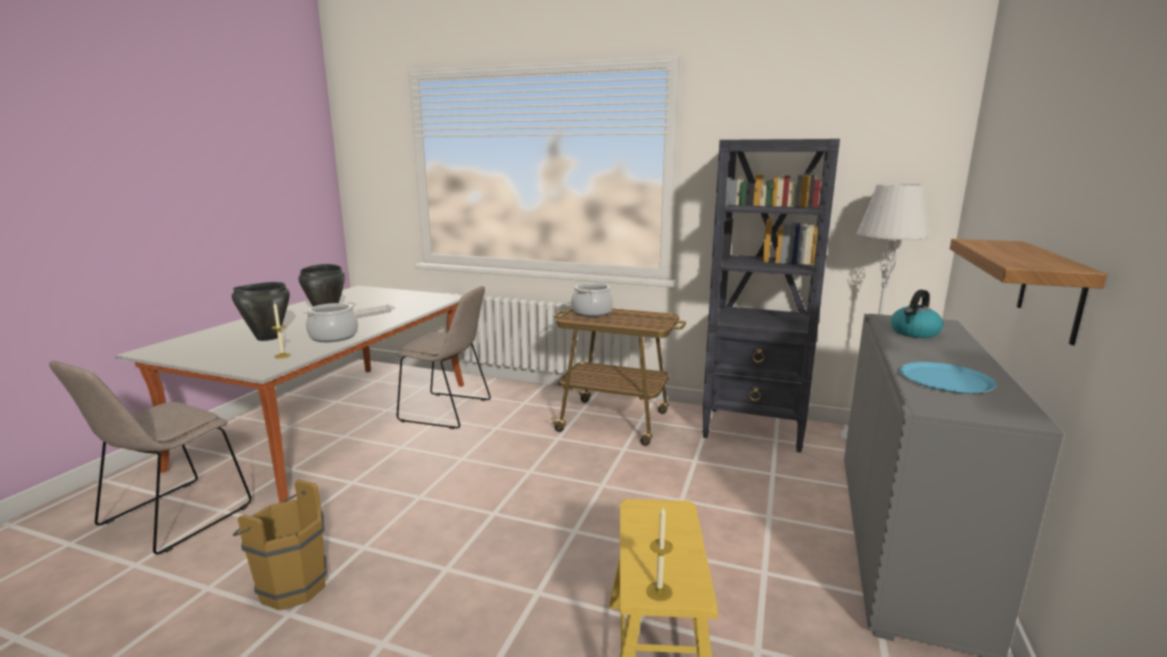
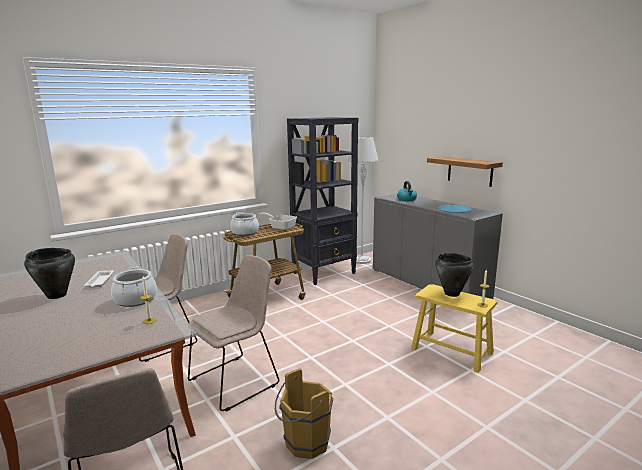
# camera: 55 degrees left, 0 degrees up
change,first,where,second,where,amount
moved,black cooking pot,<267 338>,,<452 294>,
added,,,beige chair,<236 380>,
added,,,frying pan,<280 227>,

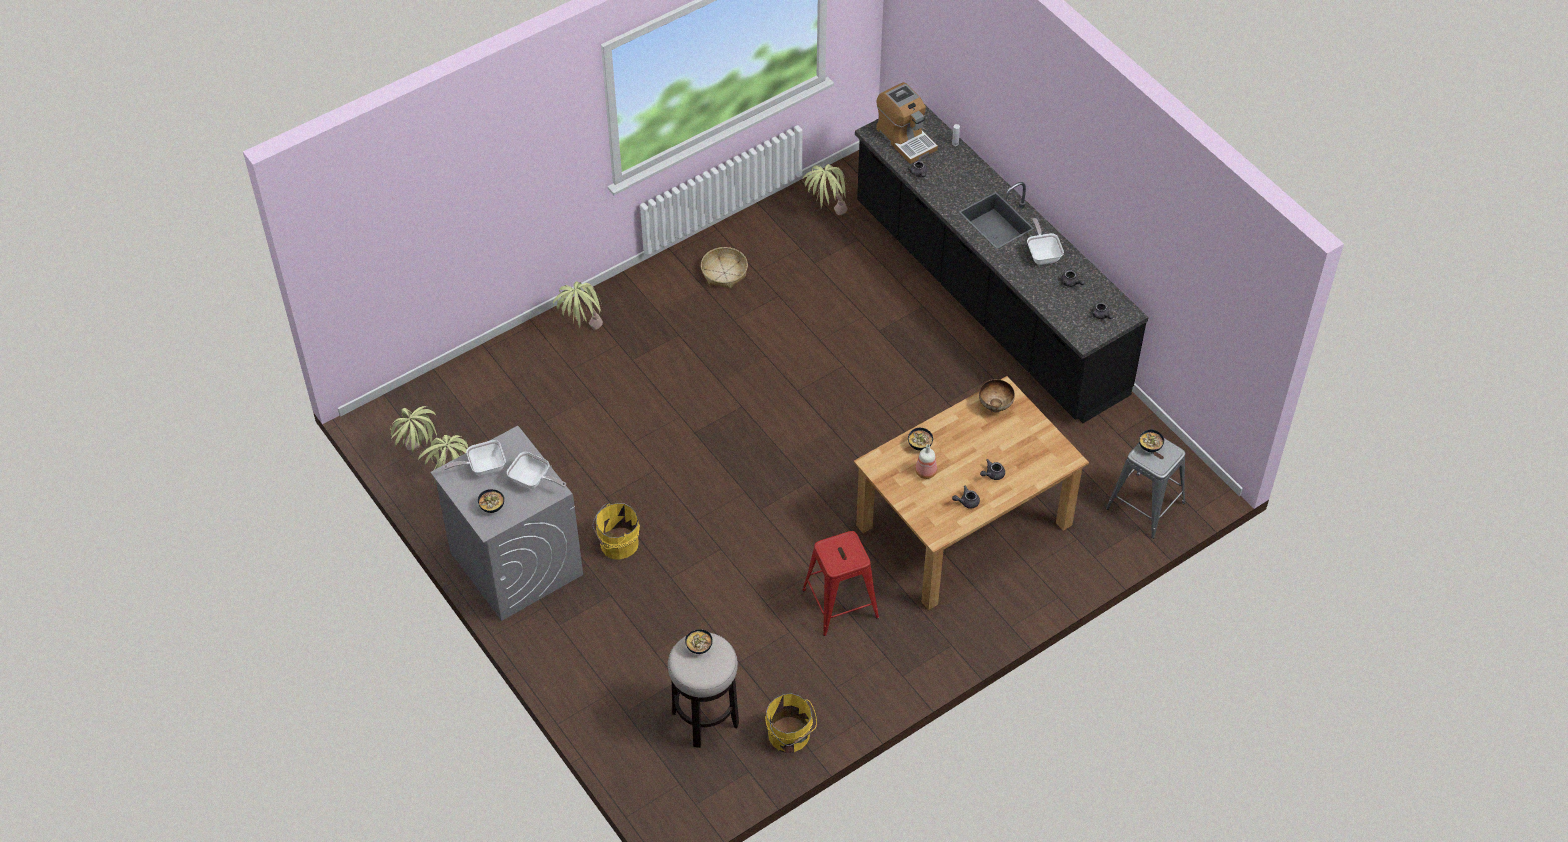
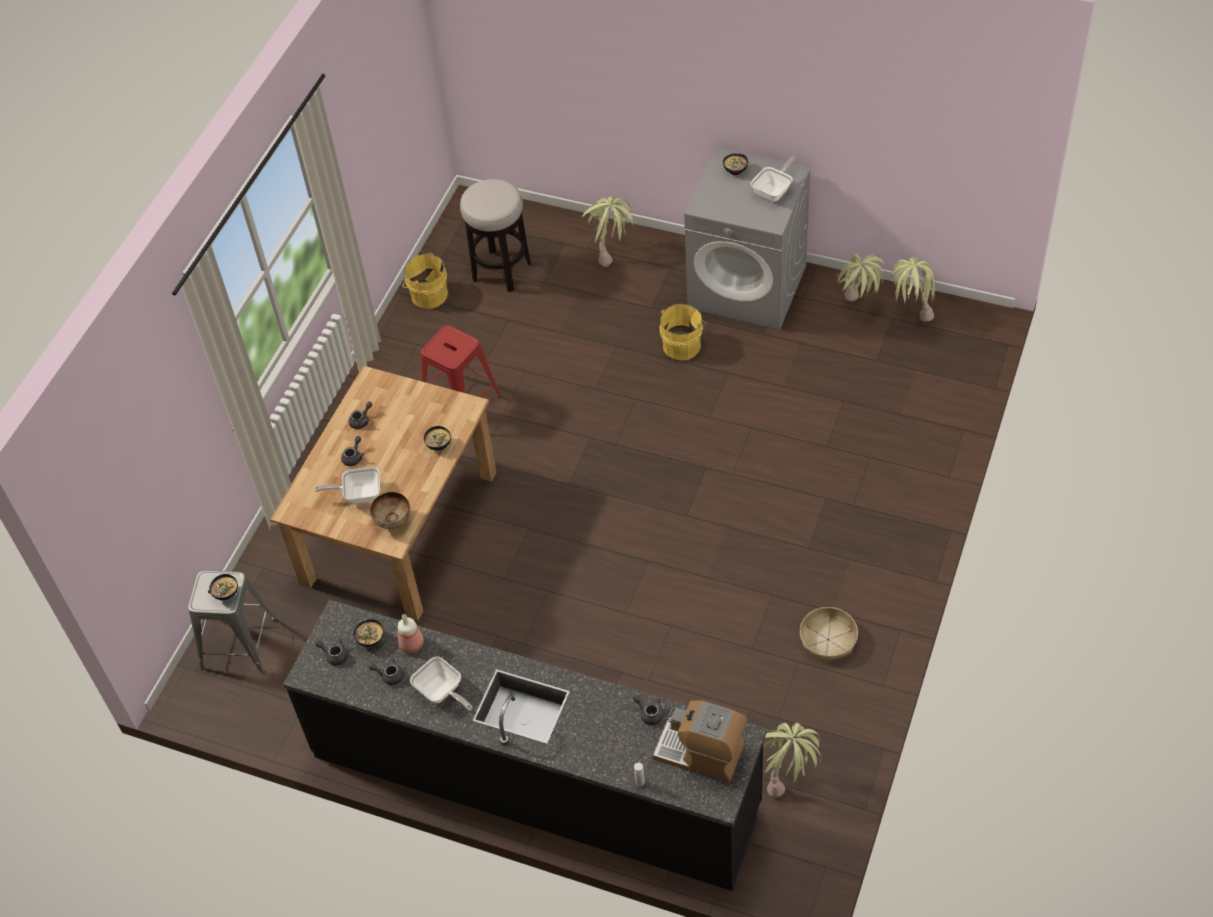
# camera: 150 degrees right, 0 degrees up
change,first,where,second,where,amount
moved,frying pan,<533 481>,,<359 494>,
moved,potted plant,<582 332>,,<612 252>,
moved,bowl,<699 648>,,<370 639>,
moved,bottle,<925 471>,,<412 644>,

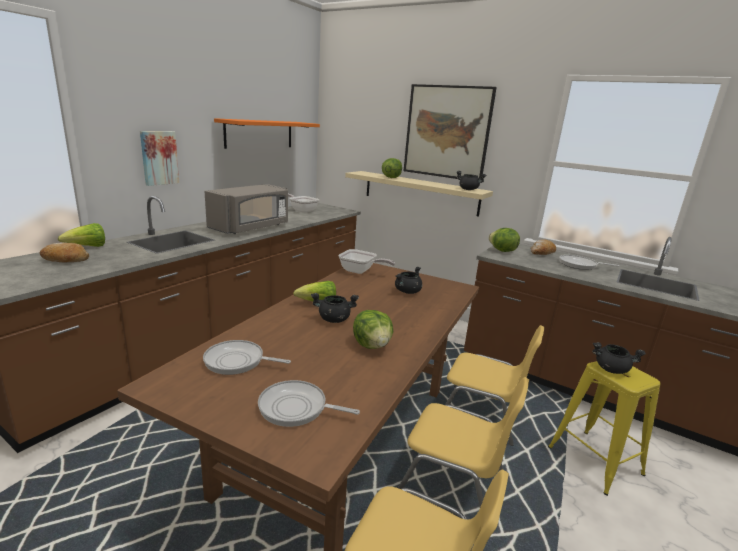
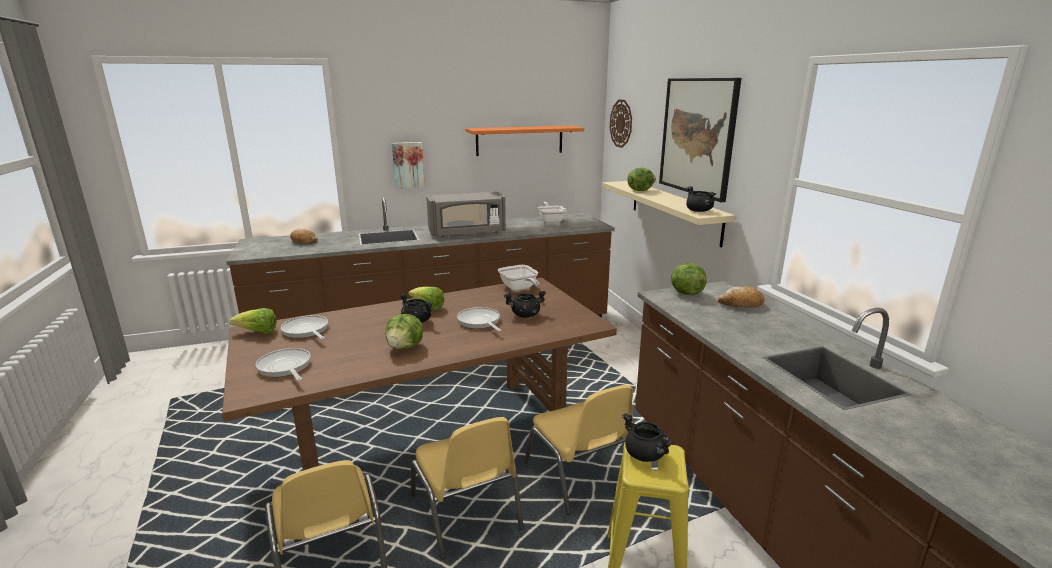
# camera: 40 degrees right, 0 degrees up
change,first,where,second,where,amount
moved,lettuce,<87 247>,,<258 333>,
moved,frying pan,<580 265>,,<480 322>,
added,,,wall clock,<621 123>,

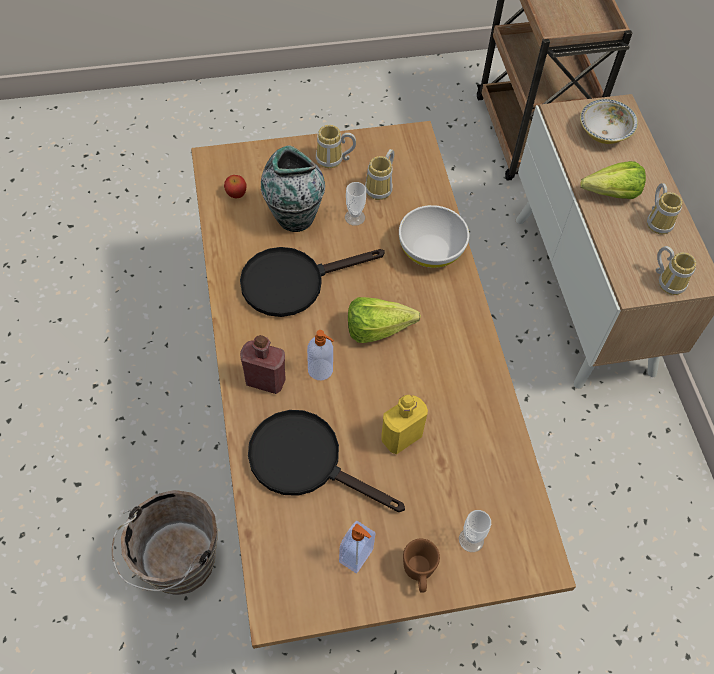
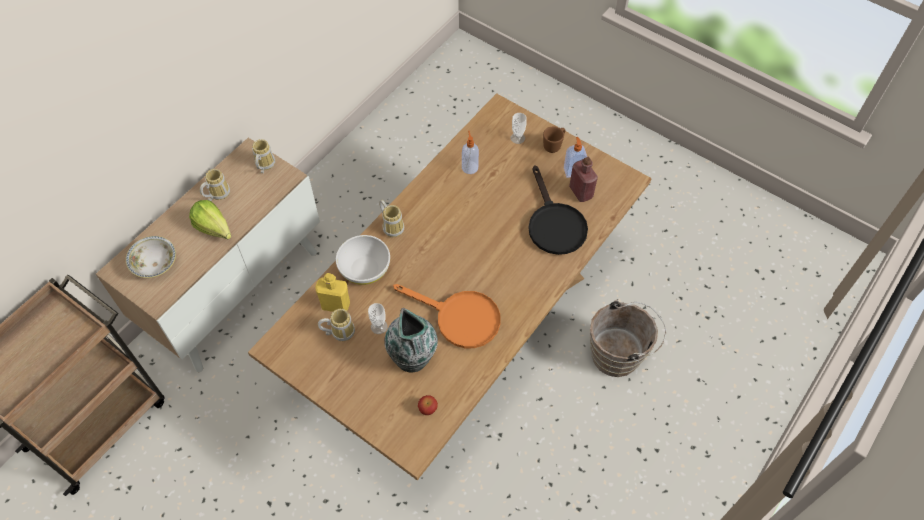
# camera: 130 degrees left, 0 degrees up
change,first,where,second,where,amount
recoloured,black frying pan,<293 281>,orange frying pan,<459 318>,
moved,red bottle,<265 381>,,<581 192>,
moved,soap dispenser,<321 370>,,<470 167>,
moved,mug,<333 160>,,<392 226>,
removed,lettuce,<383 331>,,,
moved,yellow bottle,<401 437>,,<335 305>,

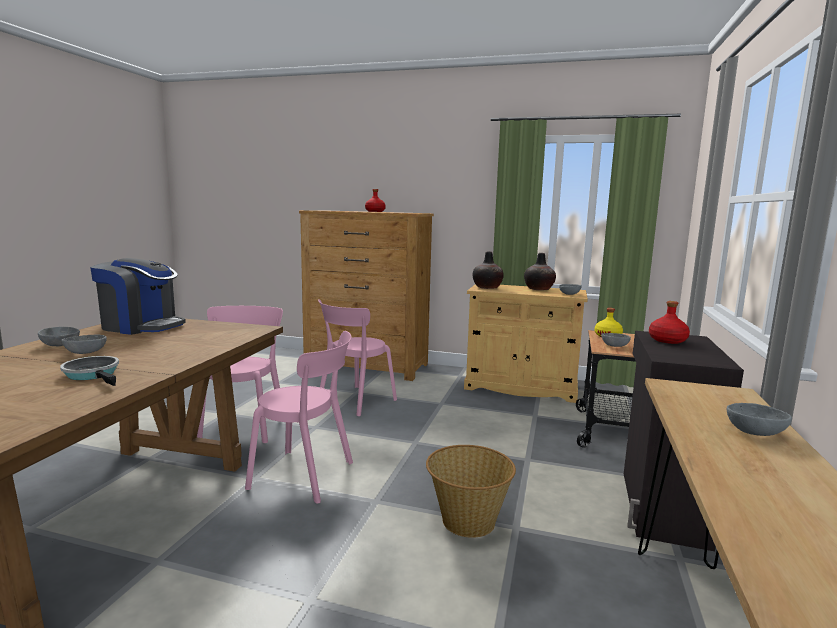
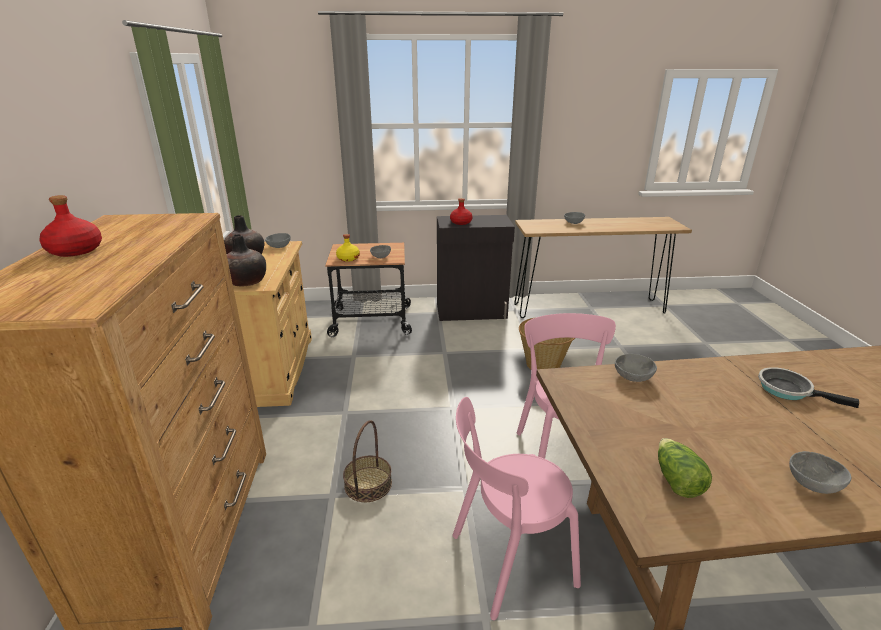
# camera: 110 degrees left, 15 degrees up
change,first,where,second,where,amount
turned,frying pan,<93 374>,,<788 390>,105 degrees clockwise
moved,grey bowl,<85 352>,,<633 377>,
replaced,coffee machine,<141 326>,lettuce,<676 480>,
replaced,pink chair,<354 401>,basket,<368 484>,

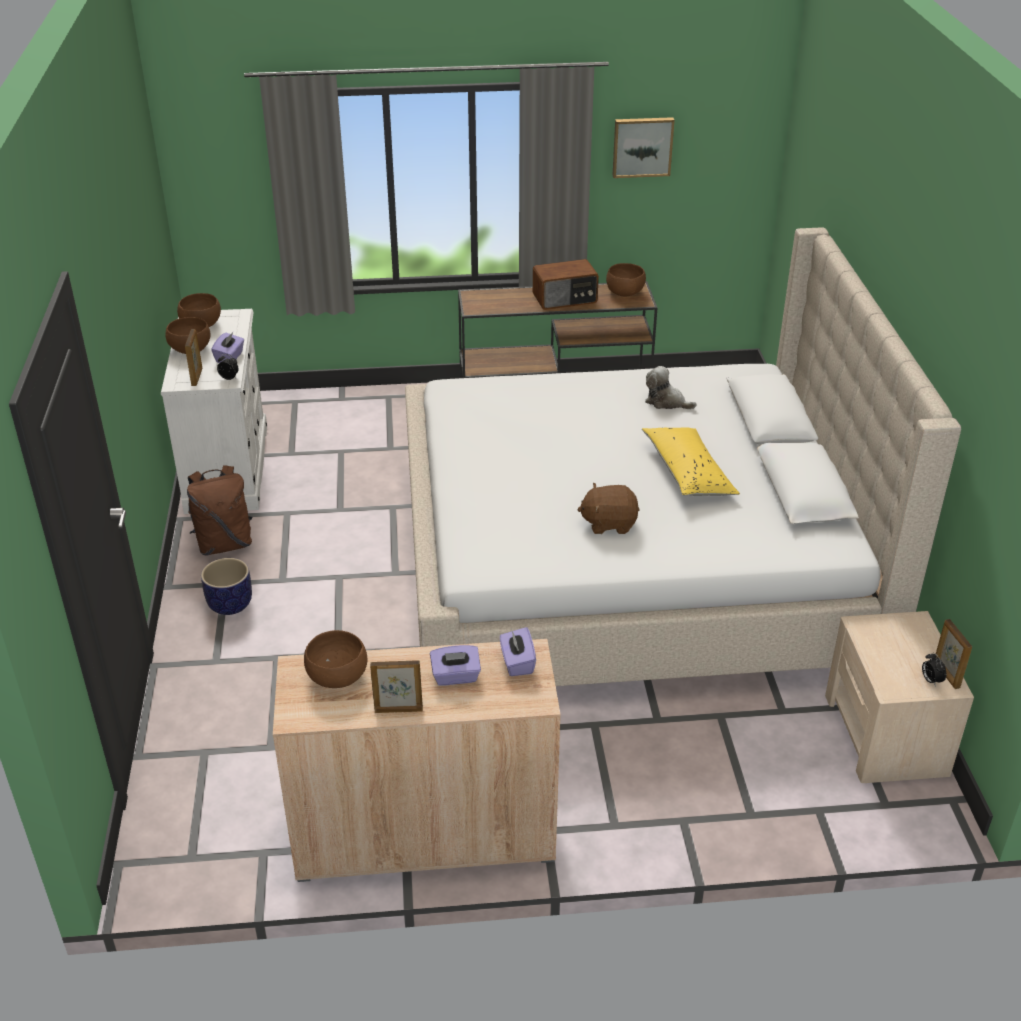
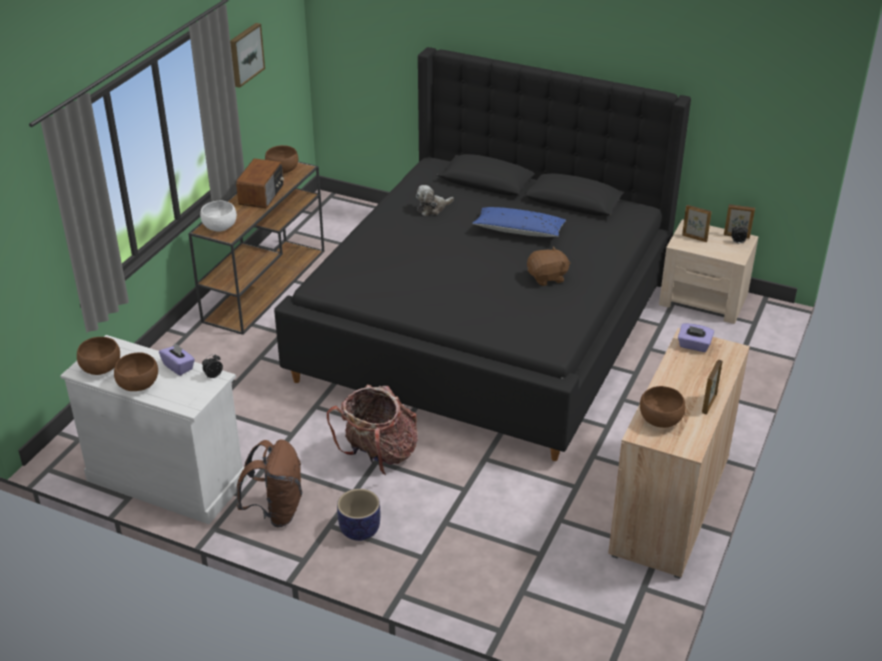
# camera: 60 degrees left, 0 degrees up
change,first,where,second,where,amount
moved,picture frame,<197 377>,,<694 238>,
recoloured,beige bed,<632 568>,black bed,<487 326>,
removed,purple tissue box,<456 677>,,,
turned,brown plush toy,<609 523>,,<547 278>,135 degrees counterclockwise
recoloured,yellow pillow,<688 472>,blue pillow,<519 231>,
added,,,white bowl,<220 227>,
added,,,backpack,<379 455>,

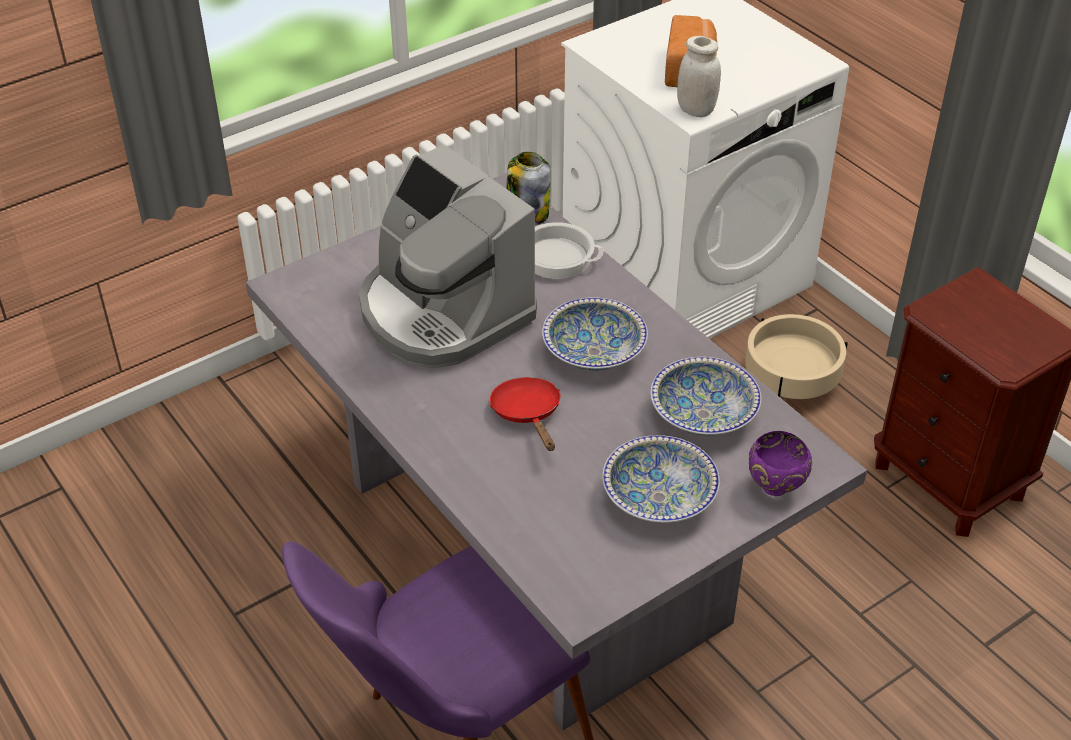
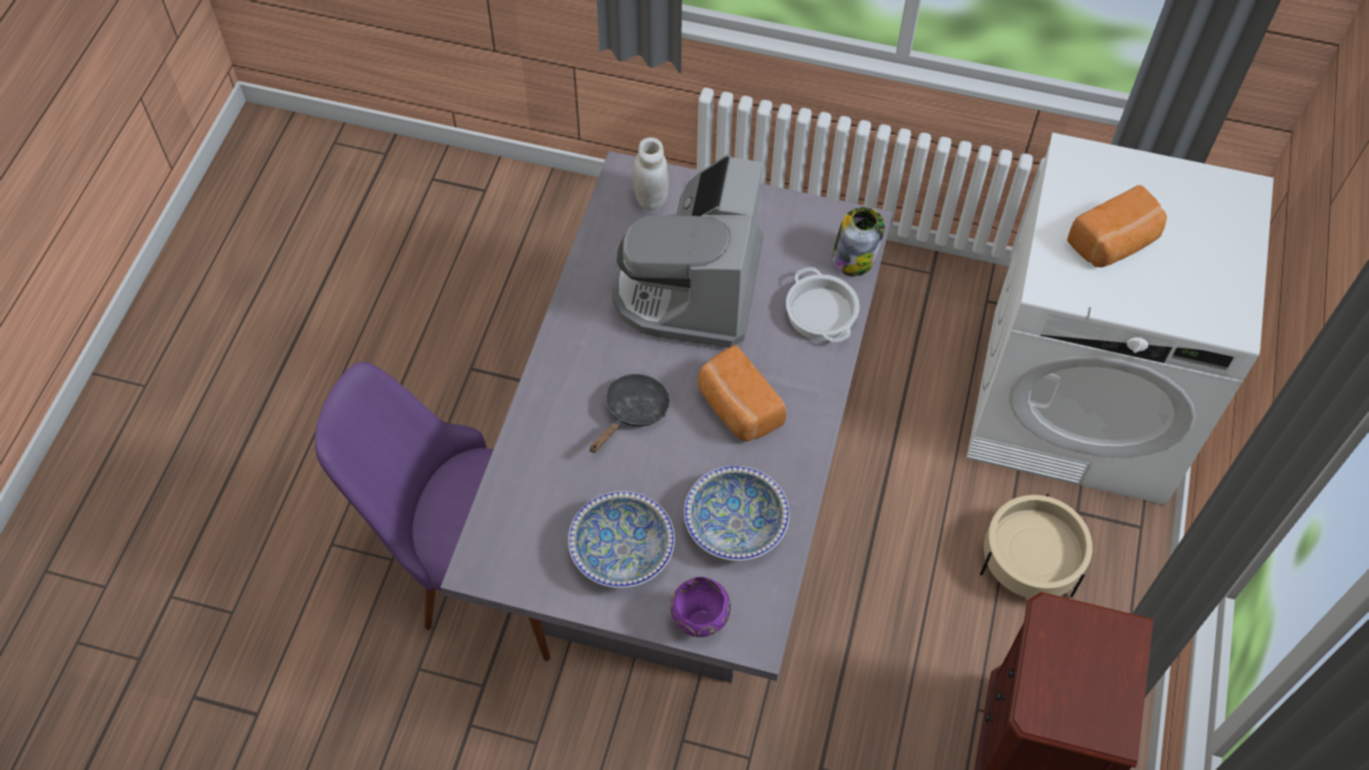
# camera: 50 degrees right, 15 degrees up
change,first,where,second,where,amount
recoloured,red frying pan,<528 414>,black frying pan,<633 412>,
replaced,bowl,<593 352>,bread,<737 409>,
moved,white jar,<696 110>,,<651 199>,

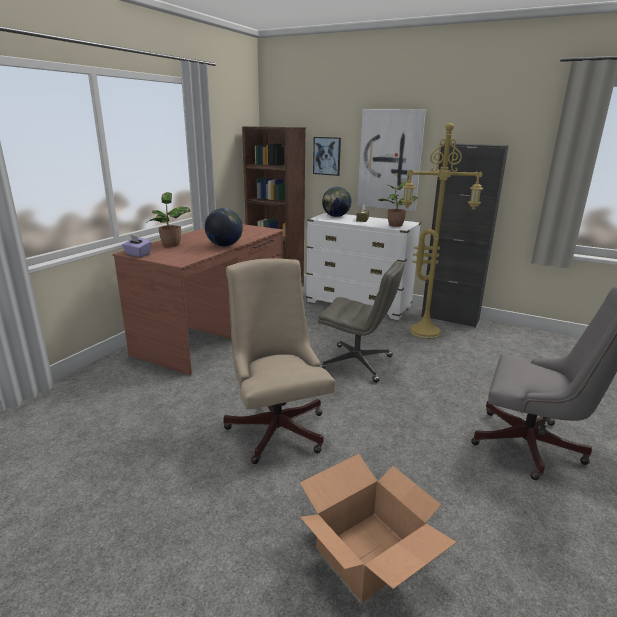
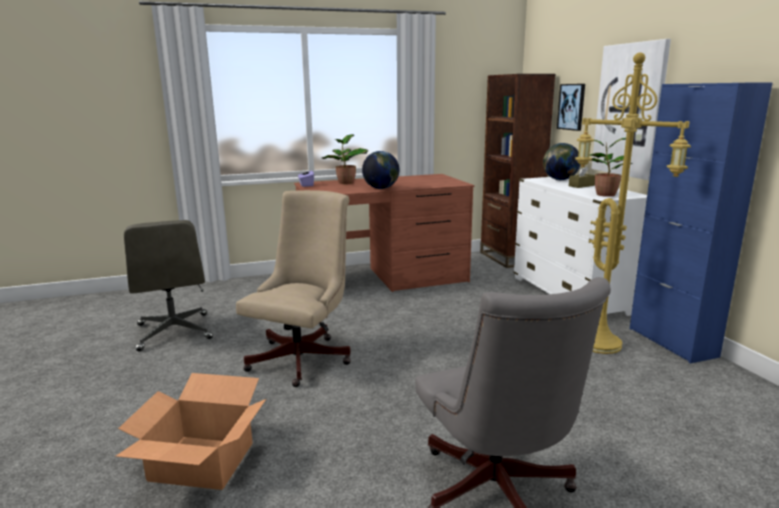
# camera: 45 degrees right, 5 degrees down
change,first,where,second,where,amount
moved,grey office chair,<357 363>,,<174 332>,
recoloured,black cabinet,<450 318>,blue cabinet,<672 342>,

